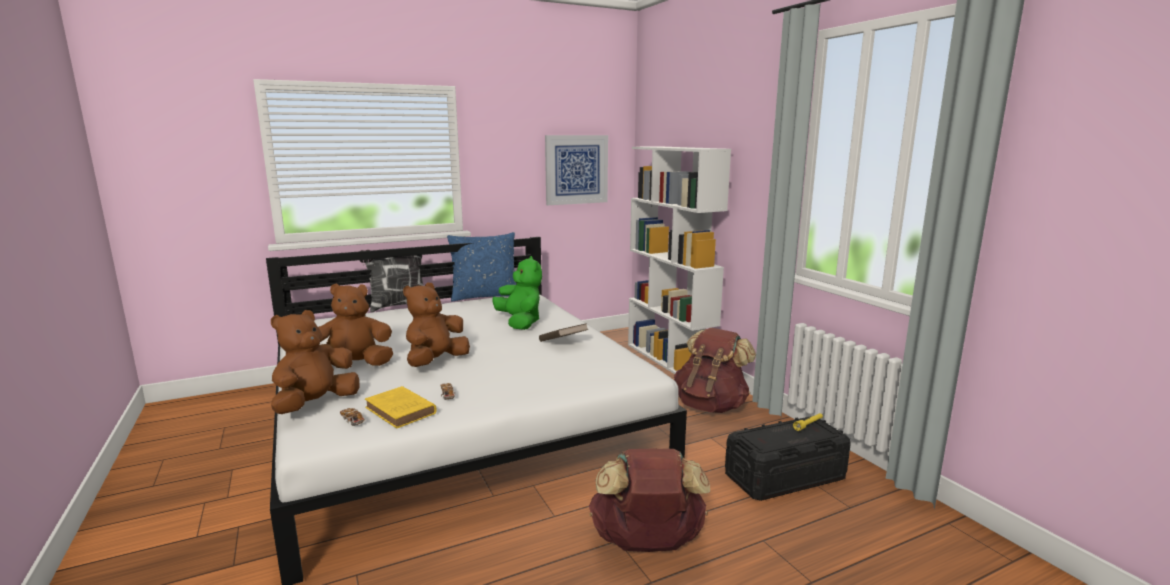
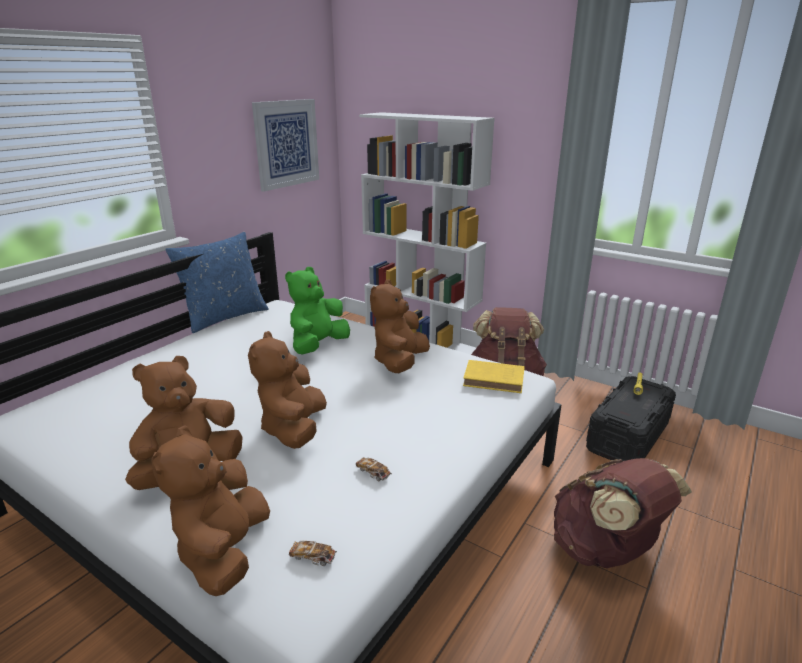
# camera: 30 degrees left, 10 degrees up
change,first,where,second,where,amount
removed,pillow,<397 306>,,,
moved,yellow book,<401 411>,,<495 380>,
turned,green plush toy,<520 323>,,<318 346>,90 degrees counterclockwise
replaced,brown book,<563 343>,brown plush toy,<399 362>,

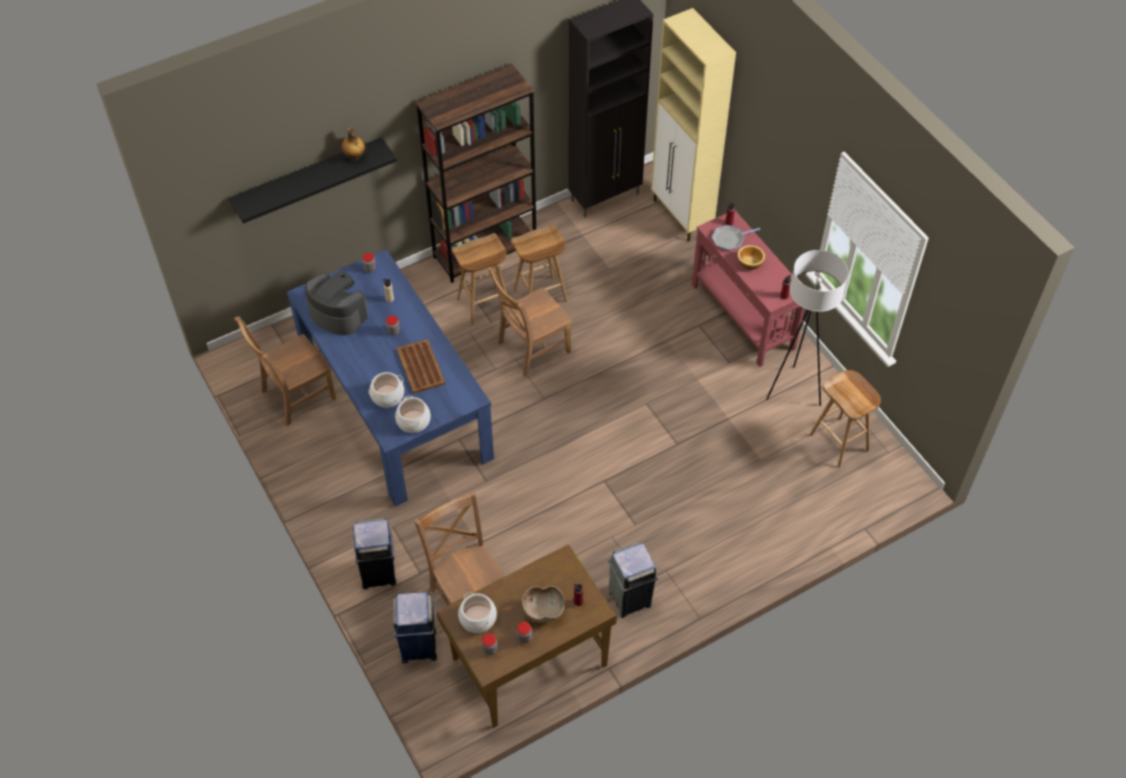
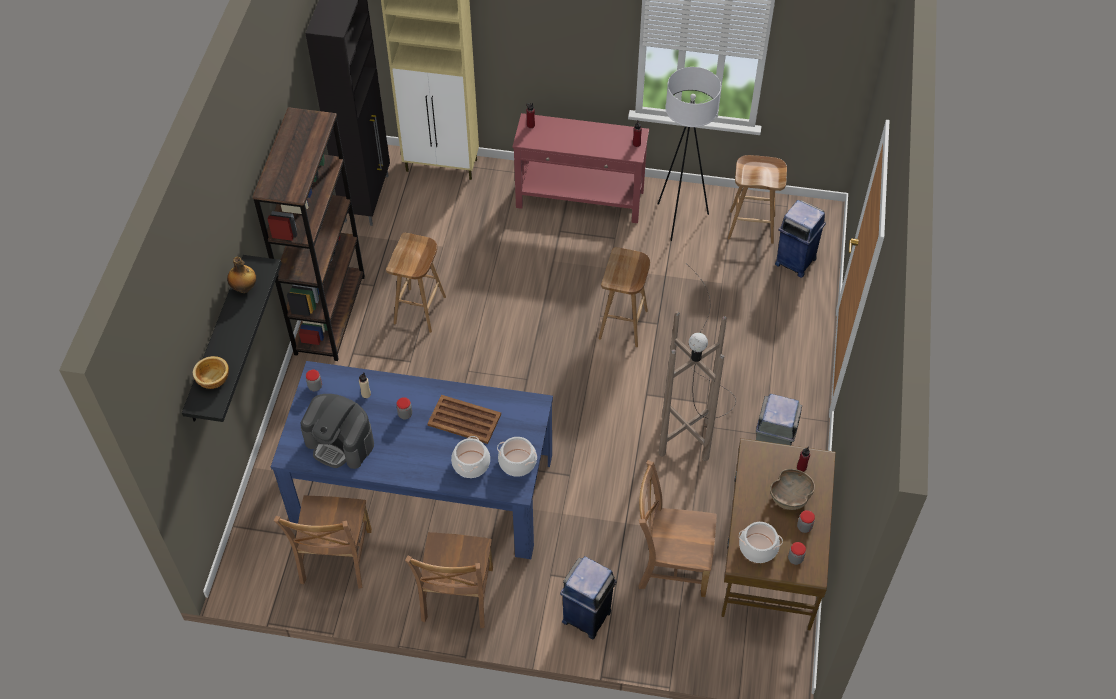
# camera: 50 degrees left, 0 degrees up
change,first,where,second,where,amount
turned,coffee machine,<338 314>,,<340 443>,135 degrees counterclockwise
moved,blue trash can,<419 645>,,<794 261>,
moved,brown stool,<483 305>,,<623 325>,
moved,brown chair,<531 348>,,<457 597>,
removed,frying pan,<730 239>,,,
moved,bowl,<749 263>,,<213 379>,
added,,,brown floor lamp,<696 395>,

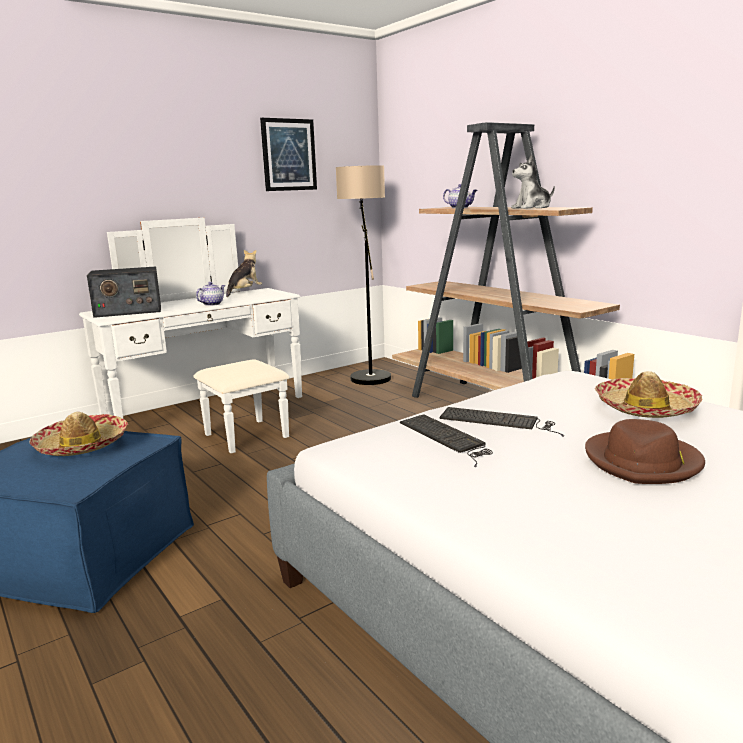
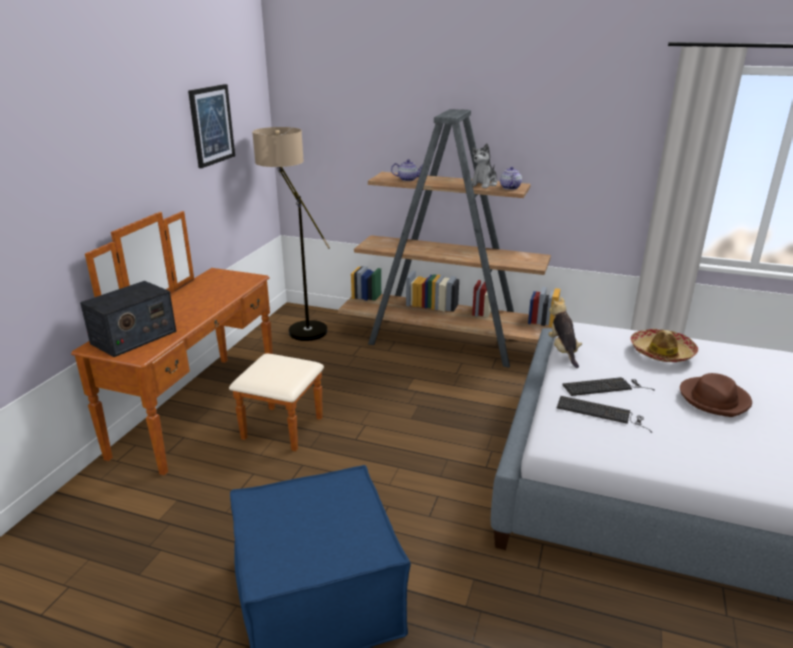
# camera: 35 degrees left, 10 degrees up
change,first,where,second,where,amount
removed,hat,<82 445>,,,
recoloured,white dresser,<215 415>,brown dresser,<217 413>,
moved,teapot,<212 304>,,<509 187>,
moved,plush toy,<244 292>,,<563 351>,

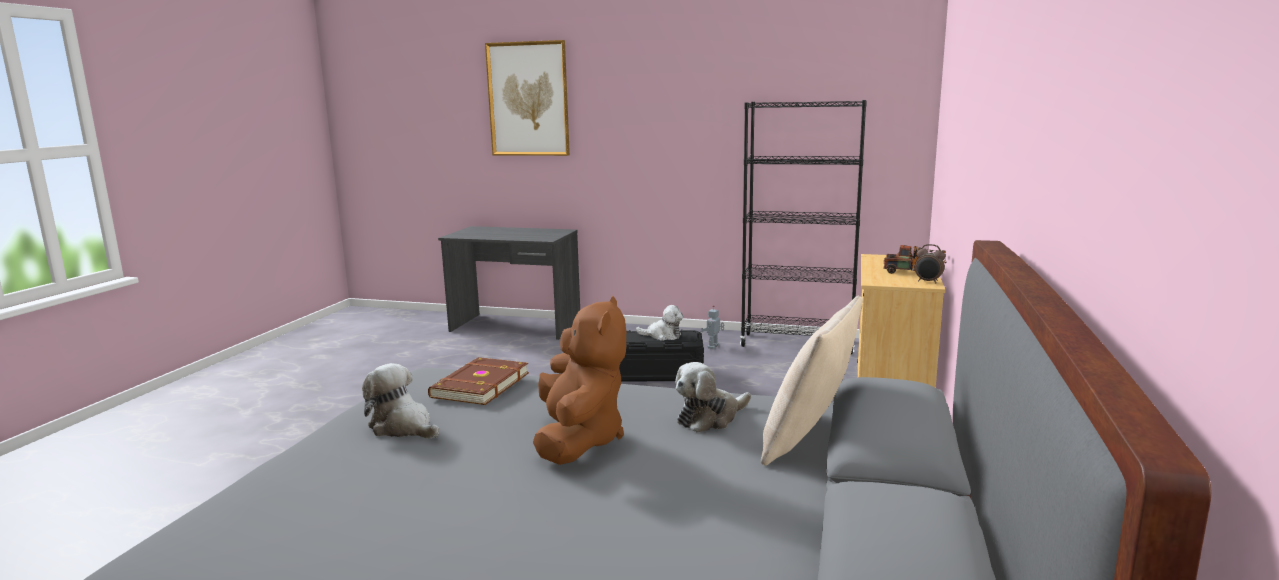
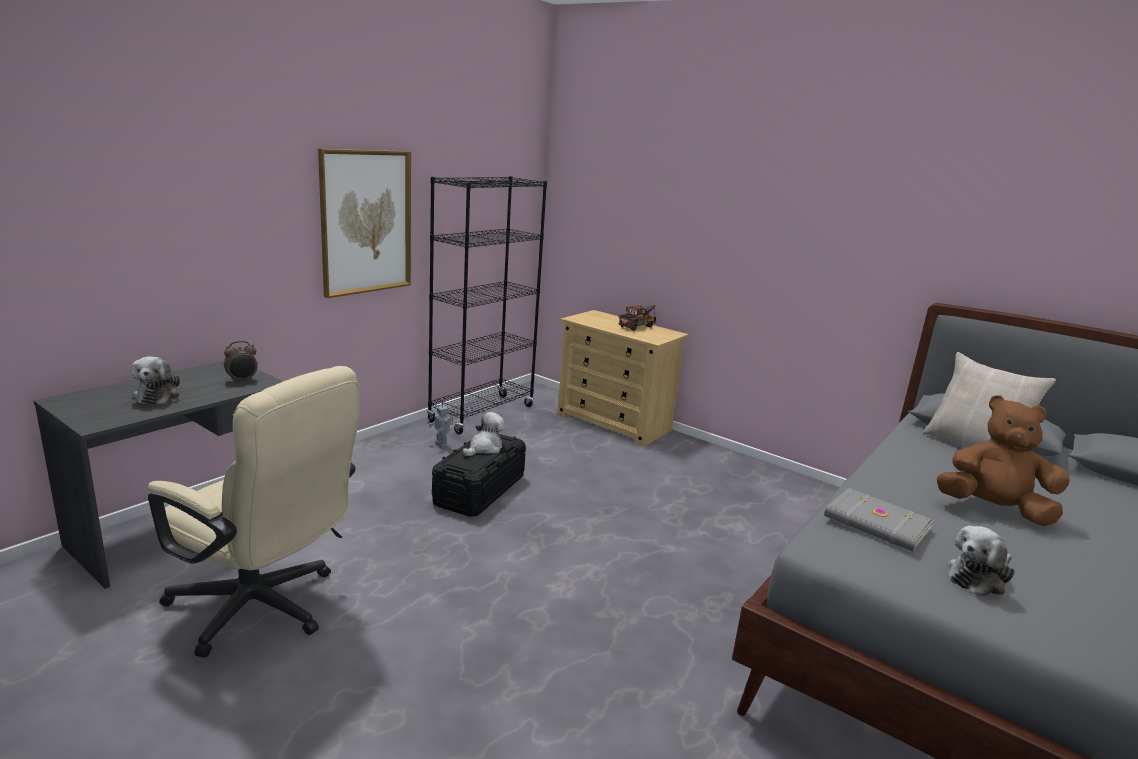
# camera: 70 degrees left, 5 degrees up
change,first,where,second,where,amount
recoloured,brown book,<478 385>,grey book,<877 524>,
moved,picture,<528 99>,,<366 222>,
moved,plush toy,<710 418>,,<158 395>,
moved,alarm clock,<928 282>,,<242 380>,
added,,,beige office chair,<264 610>,

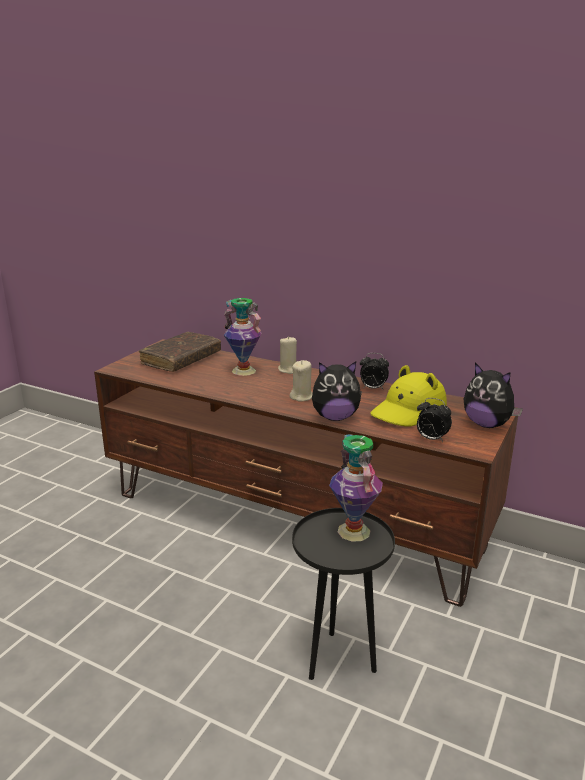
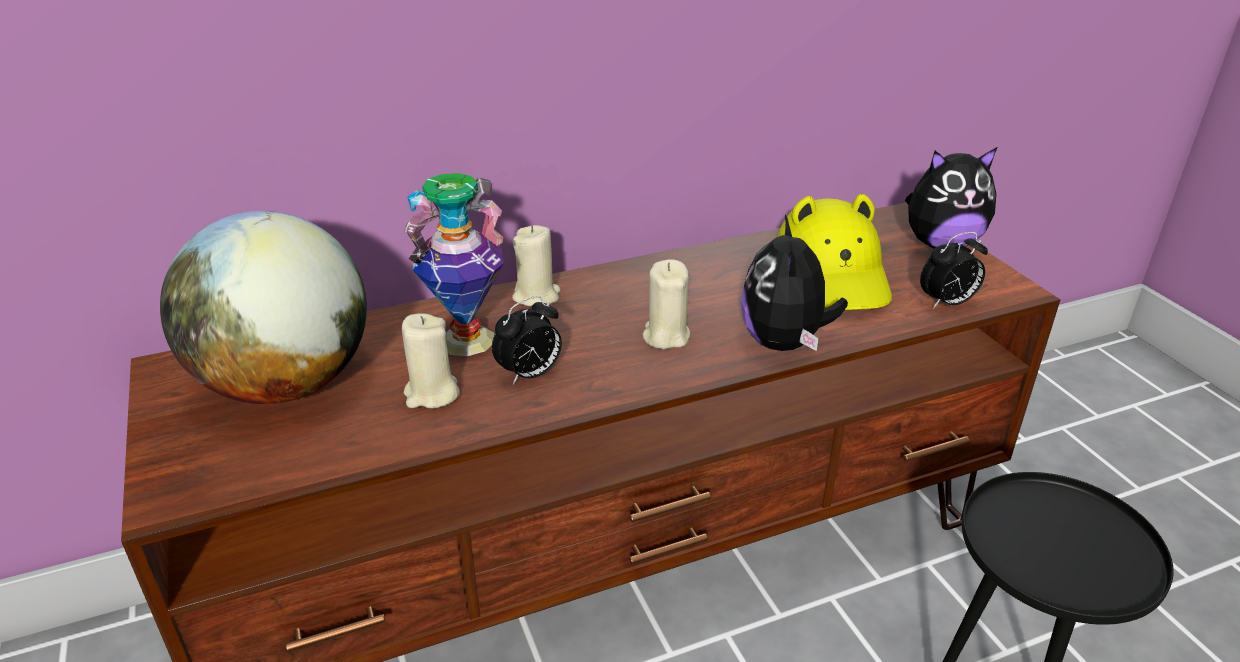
# camera: 50 degrees left, 10 degrees up
change,first,where,second,where,amount
replaced,brown book,<181 359>,globe,<287 384>,
turned,plush toy,<335 417>,,<785 343>,150 degrees clockwise
removed,vase,<353 531>,,,
moved,alarm clock,<373 388>,,<530 375>,
added,,,beige candle,<431 394>,

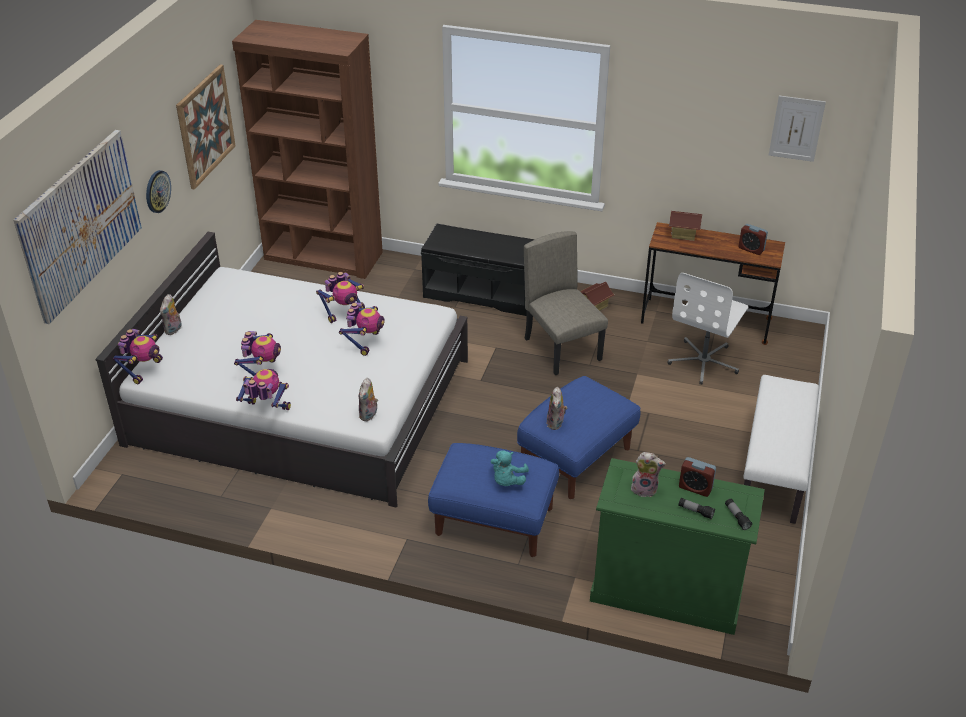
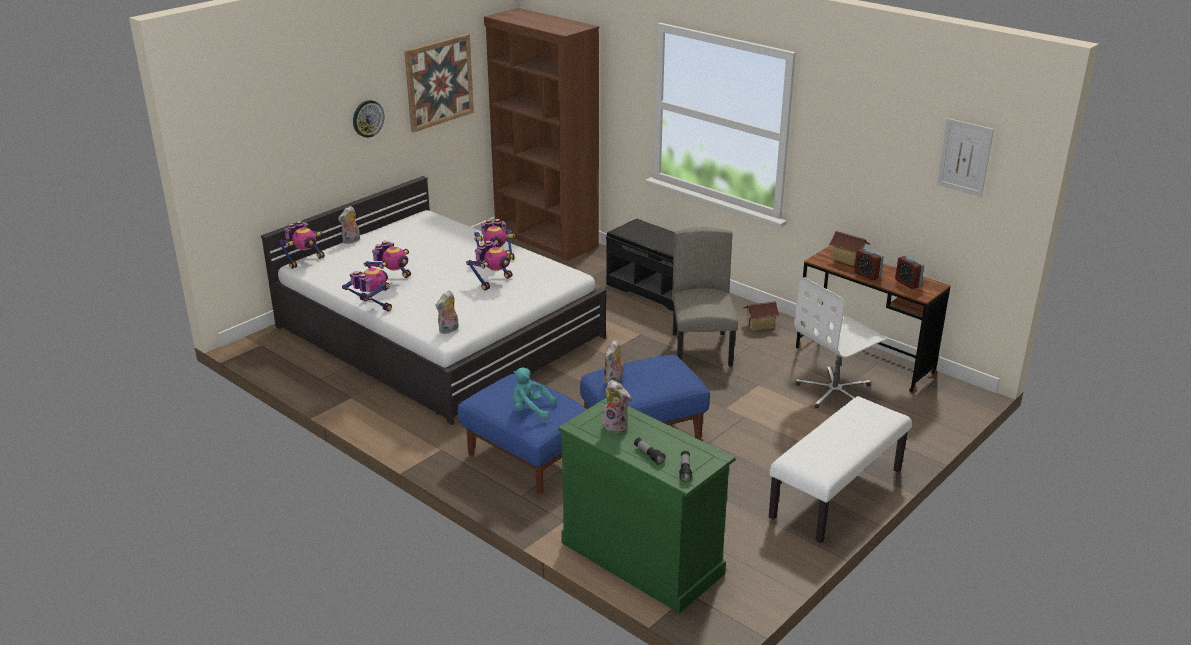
# camera: 25 degrees right, 10 degrees down
change,first,where,second,where,amount
removed,picture,<80 224>,,,
turned,turquoise plush toy,<507 481>,,<530 410>,60 degrees clockwise
moved,alarm clock,<695 488>,,<867 275>,

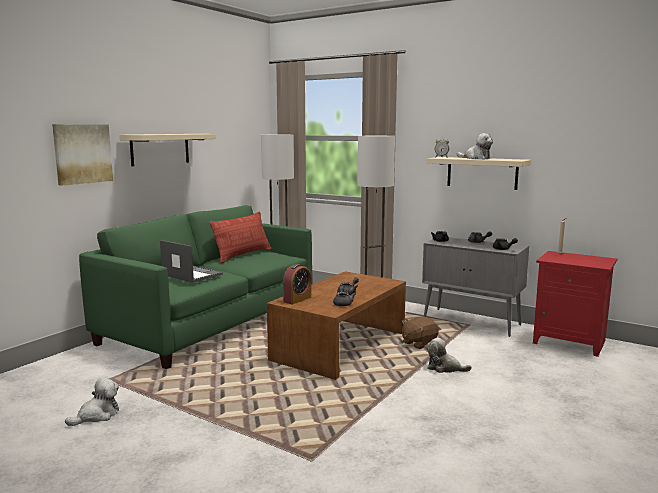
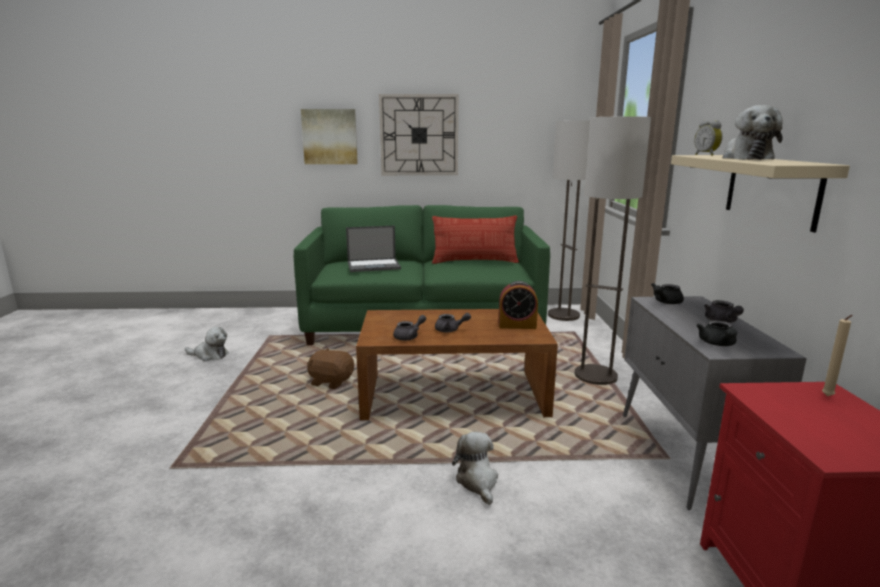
# camera: 55 degrees right, 5 degrees up
change,first,where,second,where,amount
replaced,beige shelf,<160 149>,wall clock,<419 135>,
turned,laptop,<191 274>,,<374 265>,75 degrees clockwise
moved,alarm clock,<297 299>,,<517 325>,
moved,brown plush toy,<418 343>,,<331 381>,

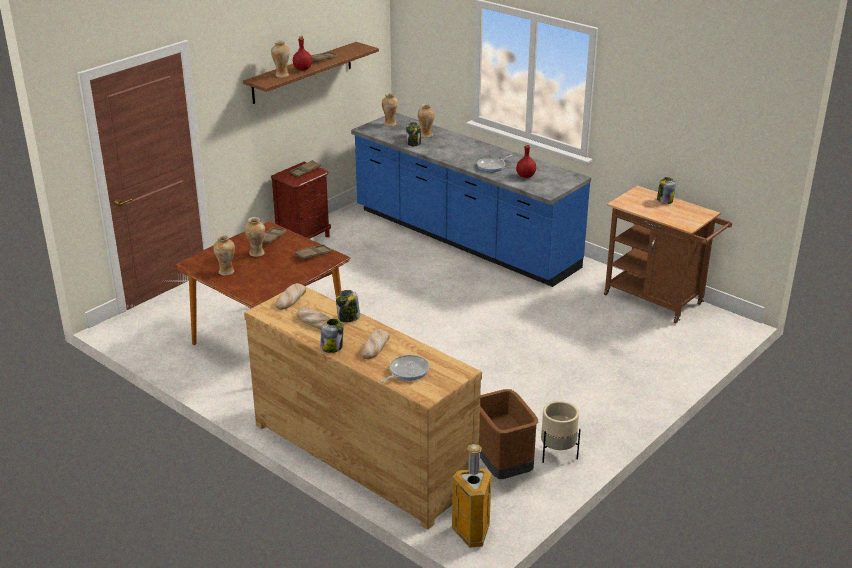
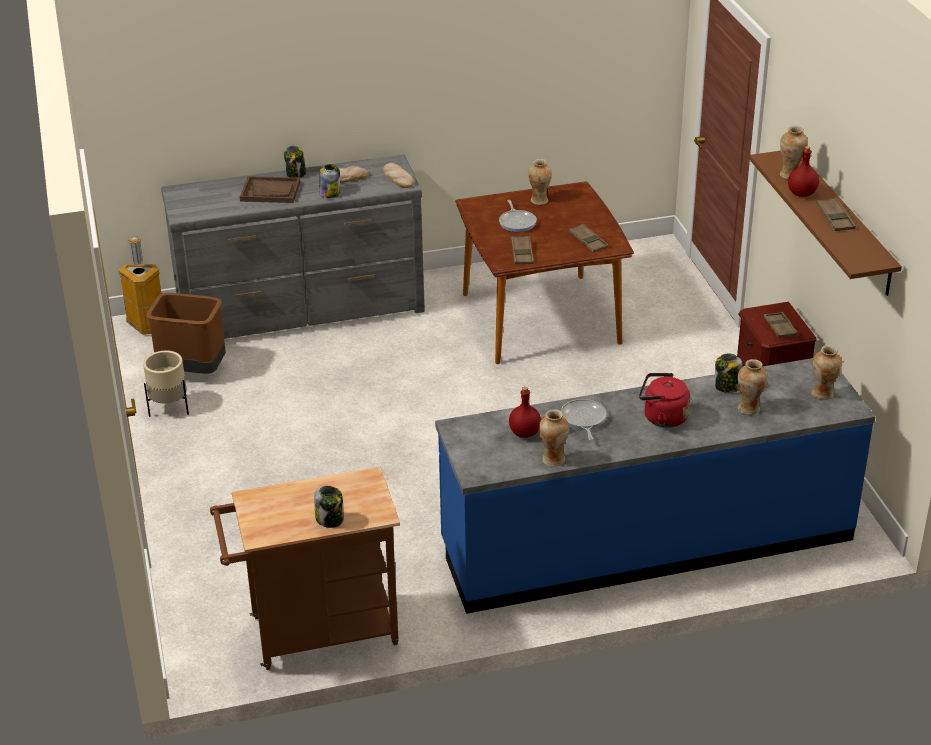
# camera: 125 degrees right, 5 degrees up
change,first,where,second,where,amount
recoloured,brown dresser,<363 455>,grey dresser,<302 311>,
moved,vase,<257 253>,,<553 459>,
replaced,bread,<375 346>,brown tray,<270 191>,
moved,frying pan,<407 371>,,<517 222>,
added,,,red kettle,<662 417>,

